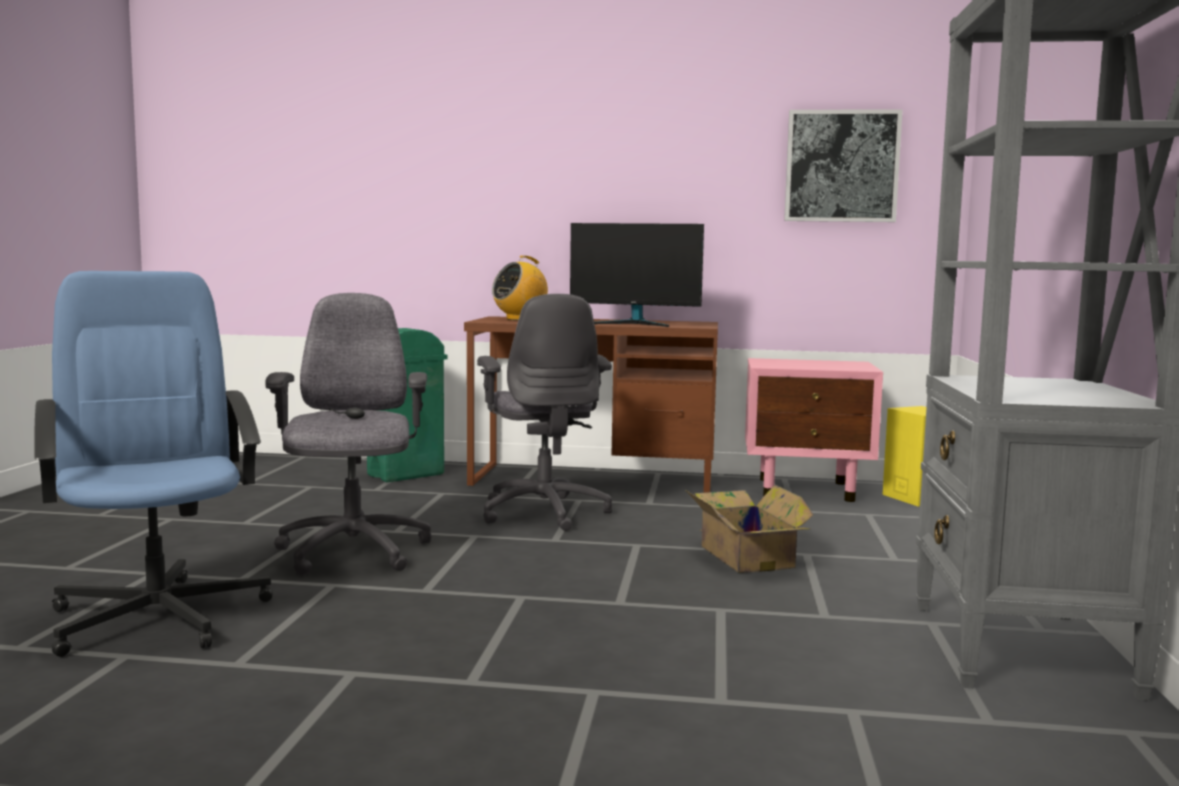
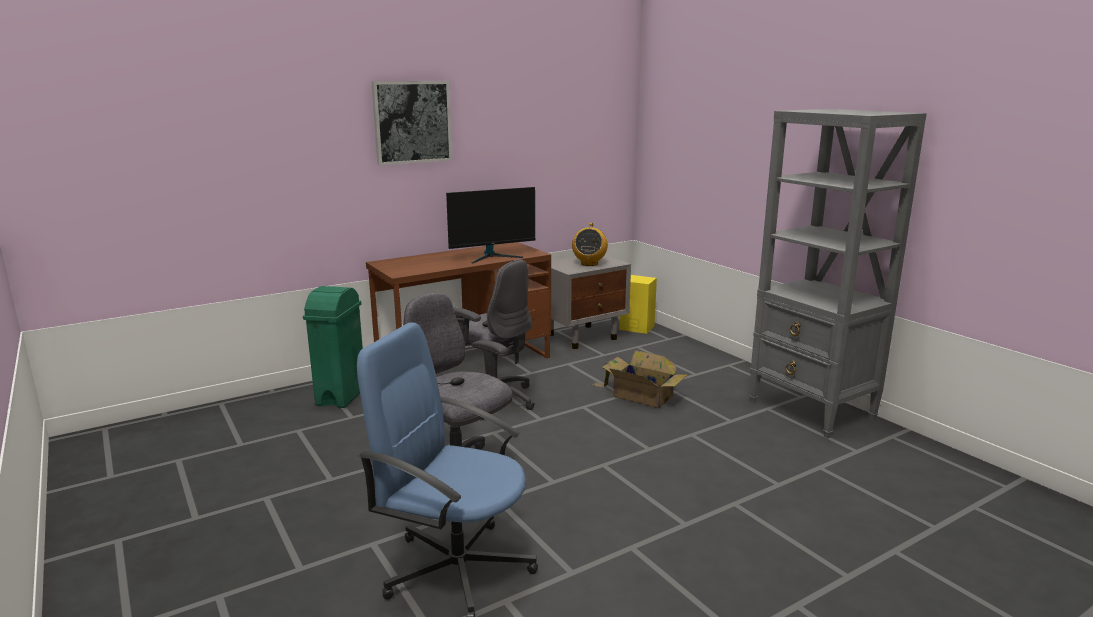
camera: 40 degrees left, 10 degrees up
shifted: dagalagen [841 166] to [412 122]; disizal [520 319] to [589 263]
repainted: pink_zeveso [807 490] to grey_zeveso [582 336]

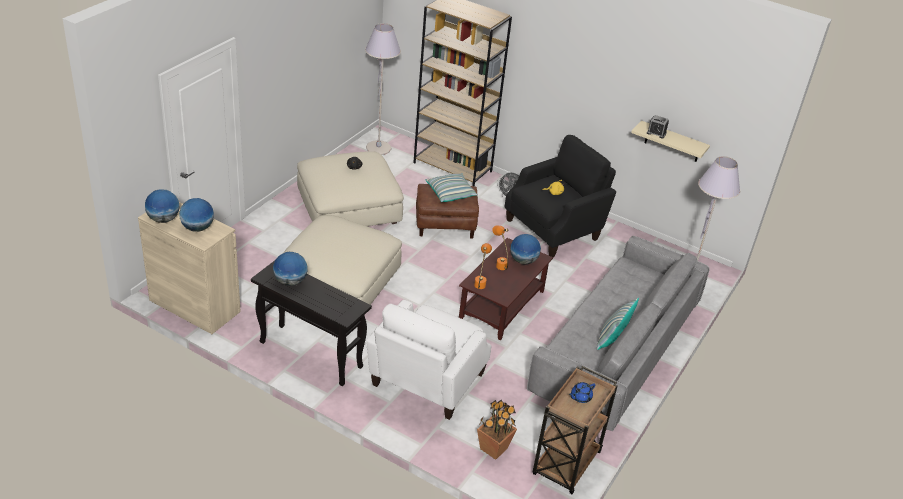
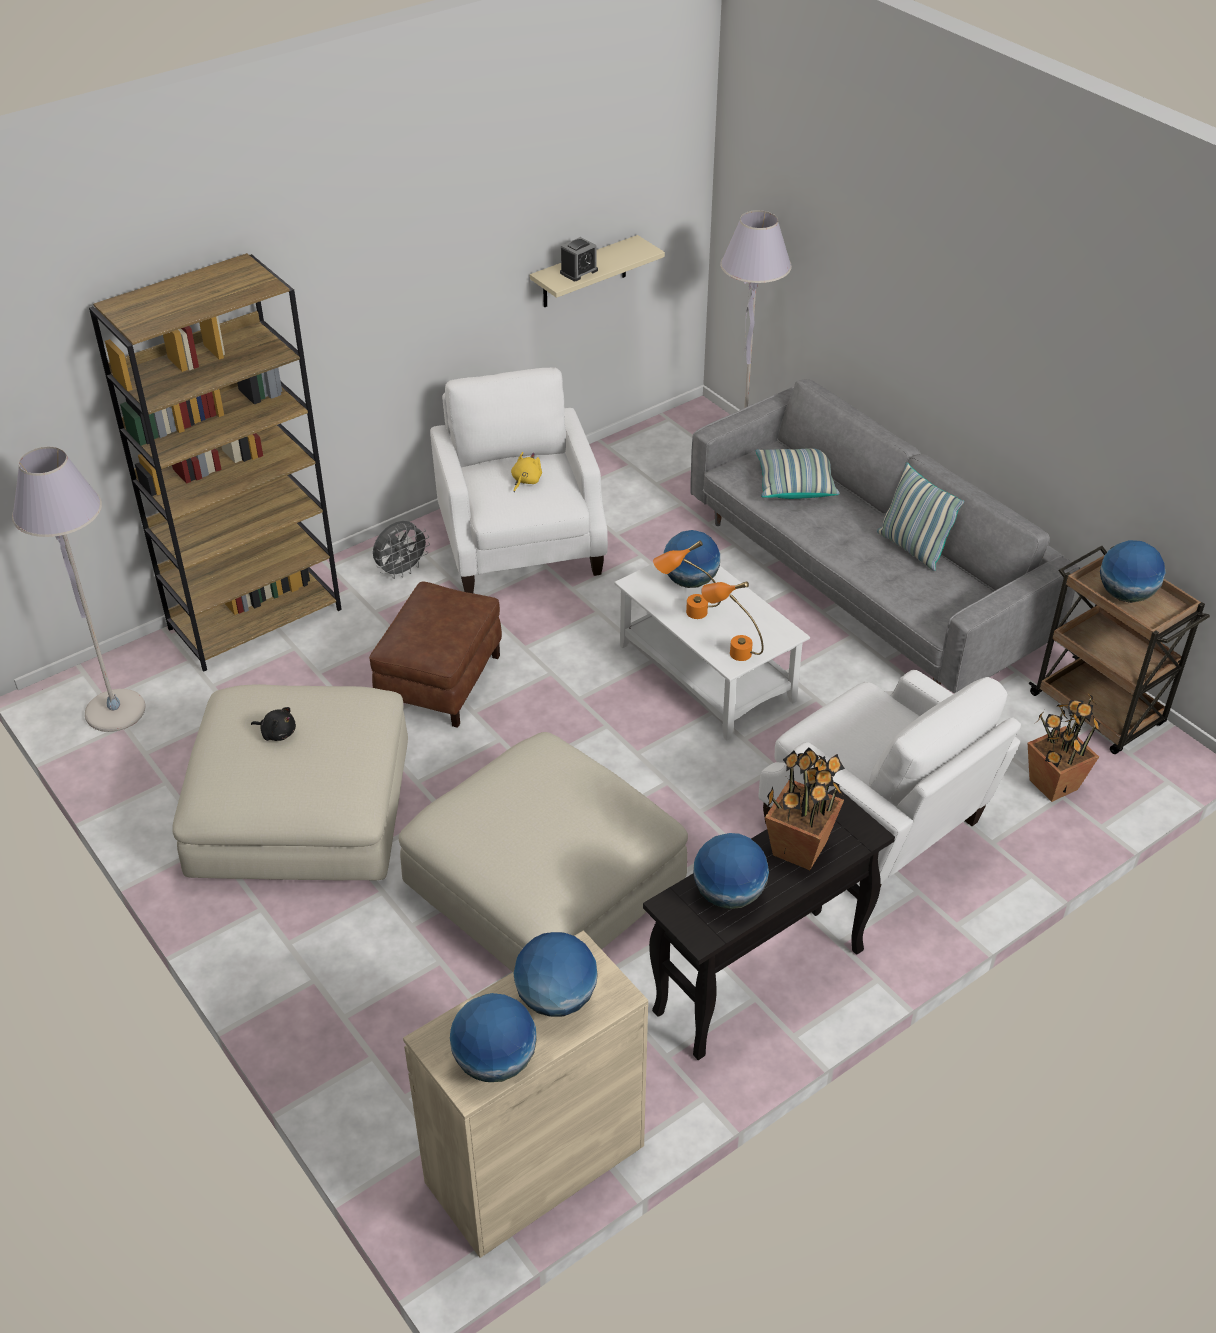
camera: 65 degrees left, 5 degrees up
new: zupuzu [799 848]
shifted: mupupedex [451 193] to [794 484]
swapped: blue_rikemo [580 397] to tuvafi [1125 595]
repainted: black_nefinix [554 229] to white_nefinix [521 545]; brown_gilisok [501 306] to white_gilisok [708 673]

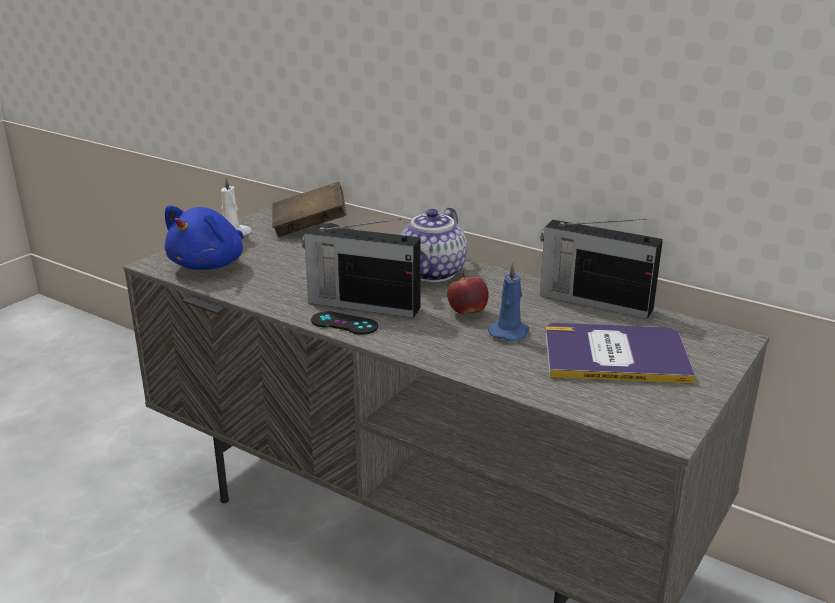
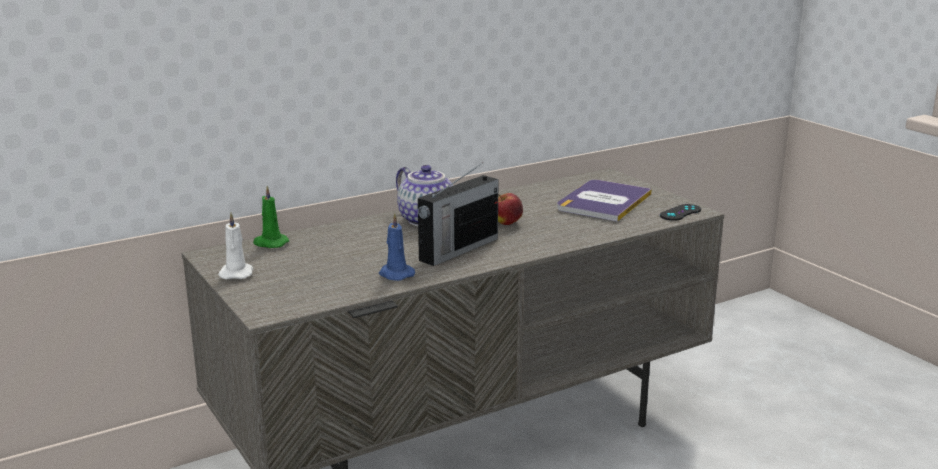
camera: 65 degrees left, 5 degrees down
gone: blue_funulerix [209 264]; disizal [593 301]
shifted: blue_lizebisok [509 332] to [395 274]; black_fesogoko [344 323] to [680 213]
swapped: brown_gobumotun [309 227] to green_lizebisok [270 243]

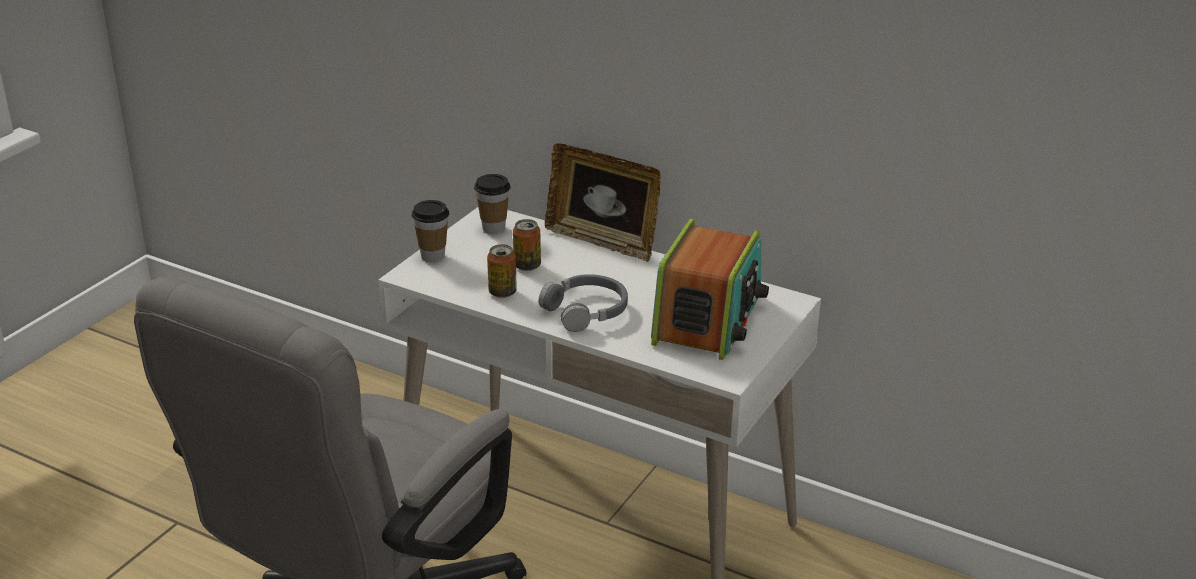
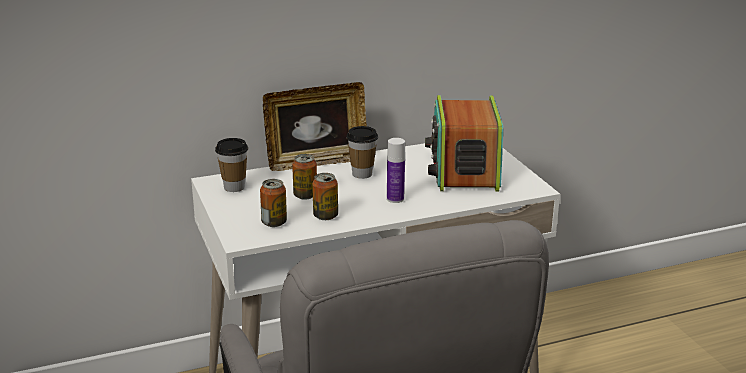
camera: 50 degrees left, 5 degrees down
new: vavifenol [274 222]
shifted: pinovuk [432 256] to [362 174]
swapped: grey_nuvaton [586 311] to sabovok [395 199]
rotated: disizal [708 319] = [463 169] 150 degrees counterclockwise

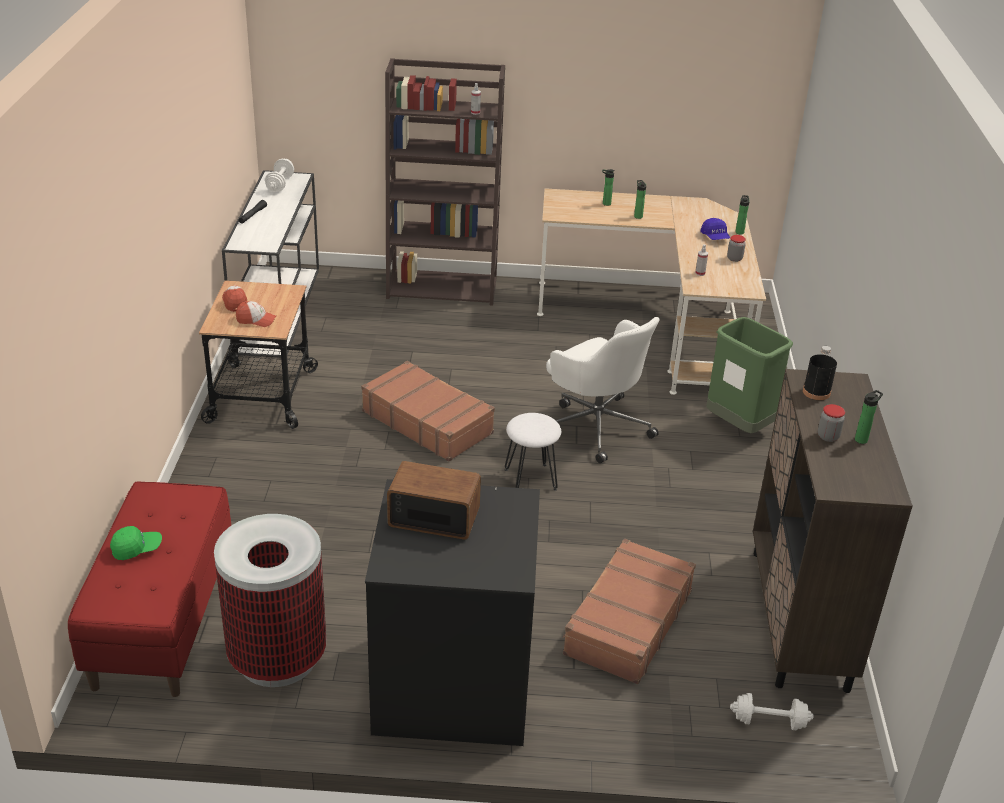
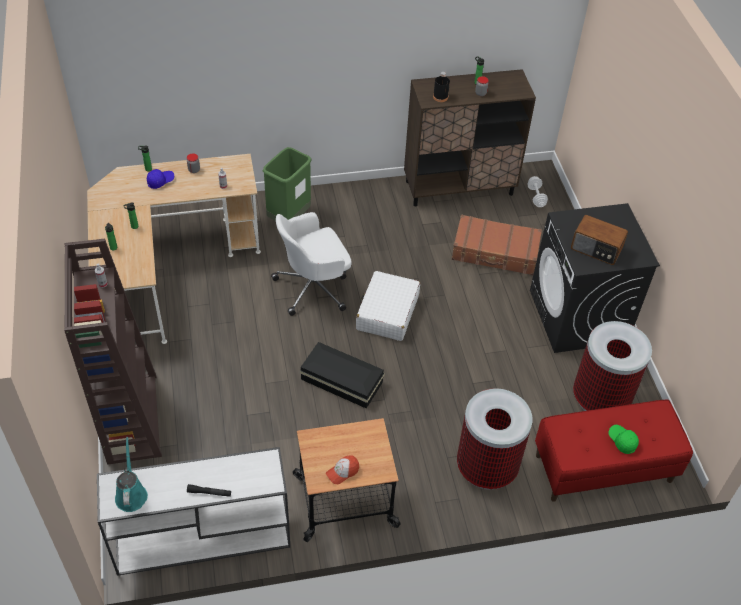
camera: 105 degrees left, 15 degrees up
gone: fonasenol [256 320]
new: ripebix [487 467]
swapped: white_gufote [280 184] to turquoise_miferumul [131 494]; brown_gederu [427 422] to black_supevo [342 382]; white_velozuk [530 479] to white_gederu [387 313]
rotated: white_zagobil [596 426] = [314 287] 150 degrees counterclockwise; disizal [433 516] = [596 249] 60 degrees counterclockwise

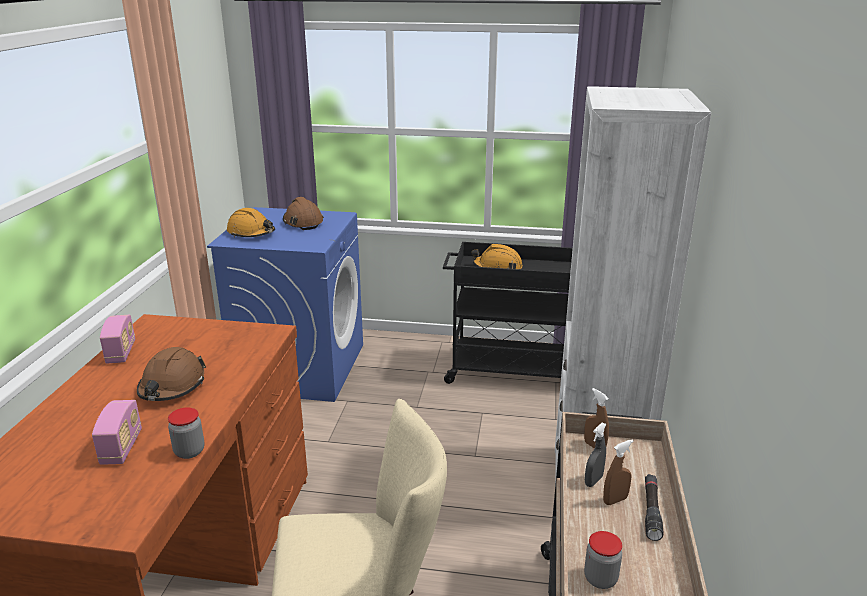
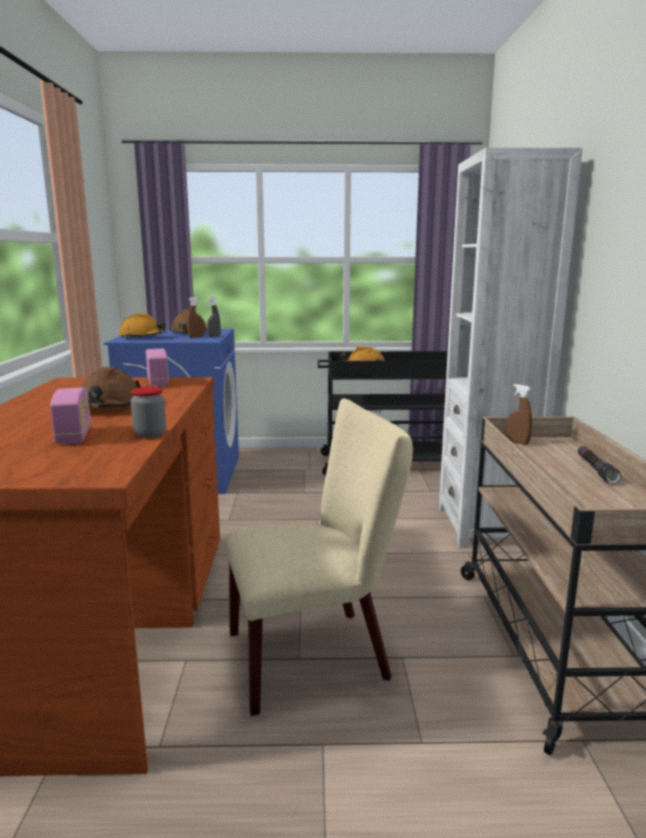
camera: 10 degrees left, 10 degrees down
gone: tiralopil [600 579]
shifted: disizal [121 352] to [158 382]; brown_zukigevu [615 500] to [196 337]; grey_zukigevu [593 481] to [214 336]

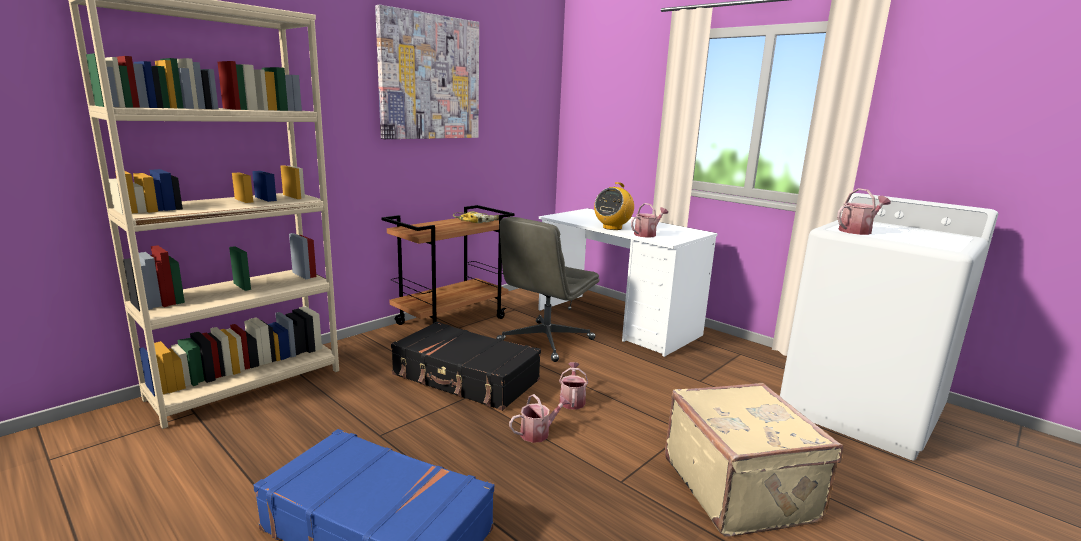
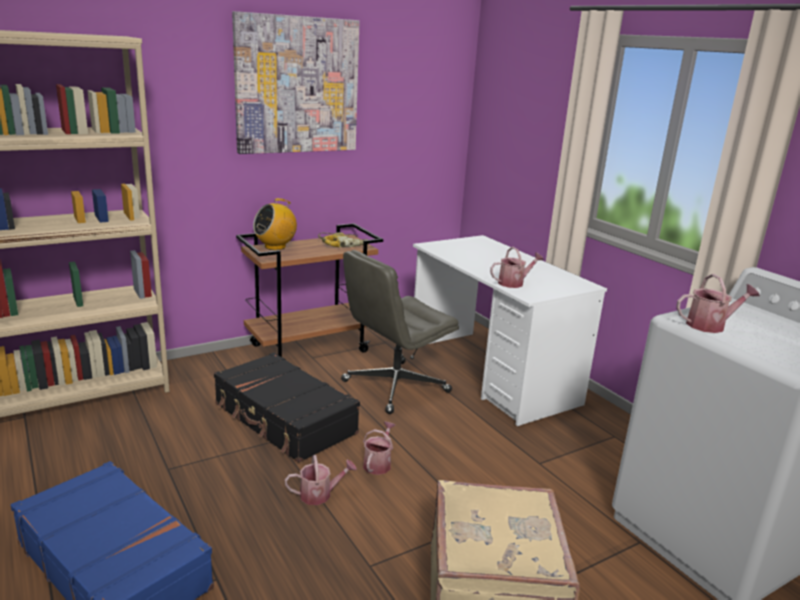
camera: 15 degrees right, 5 degrees up
shifted: disizal [612 228] to [275 247]

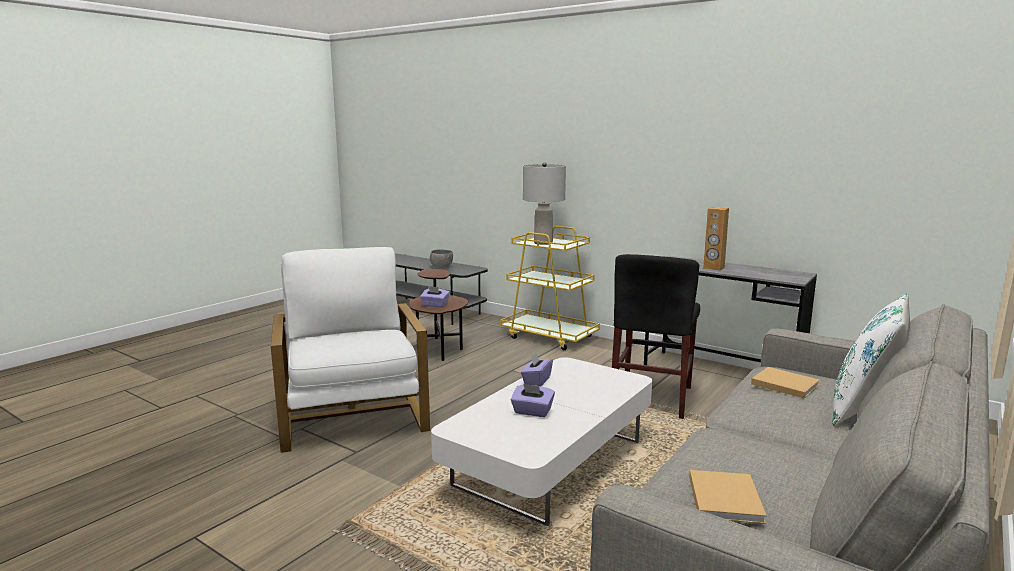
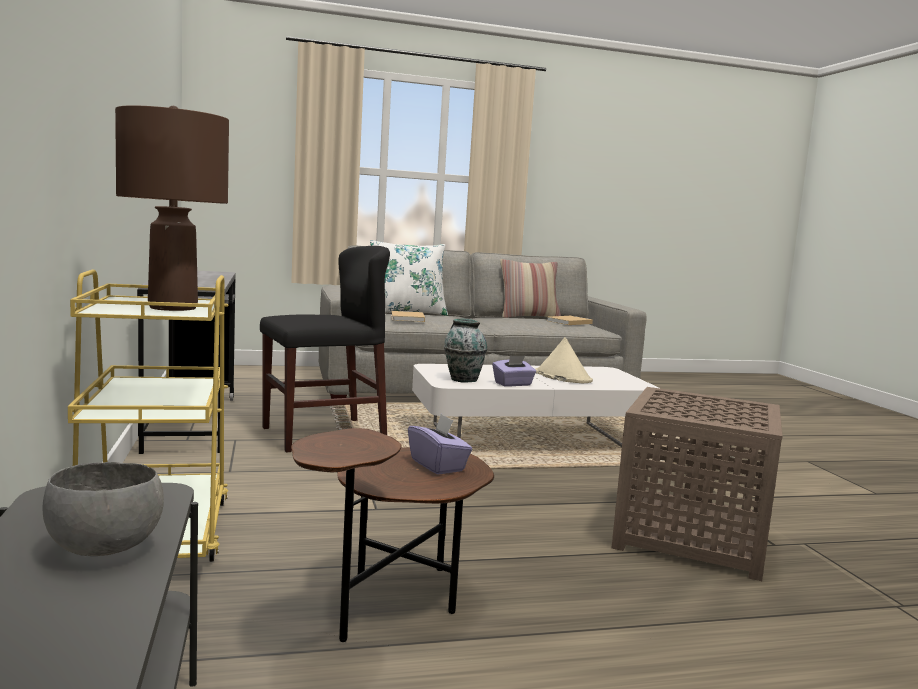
camera: 140 degrees left, 5 degrees down
gone: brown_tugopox [713 268]
new: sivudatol [463 379]; mupupedex [528 317]
swapped: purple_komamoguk [532 412] to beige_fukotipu [562 377]; white_nefinix [353 413] to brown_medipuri [688 538]
repainted: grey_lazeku [542 243] to brown_lazeku [173 308]

